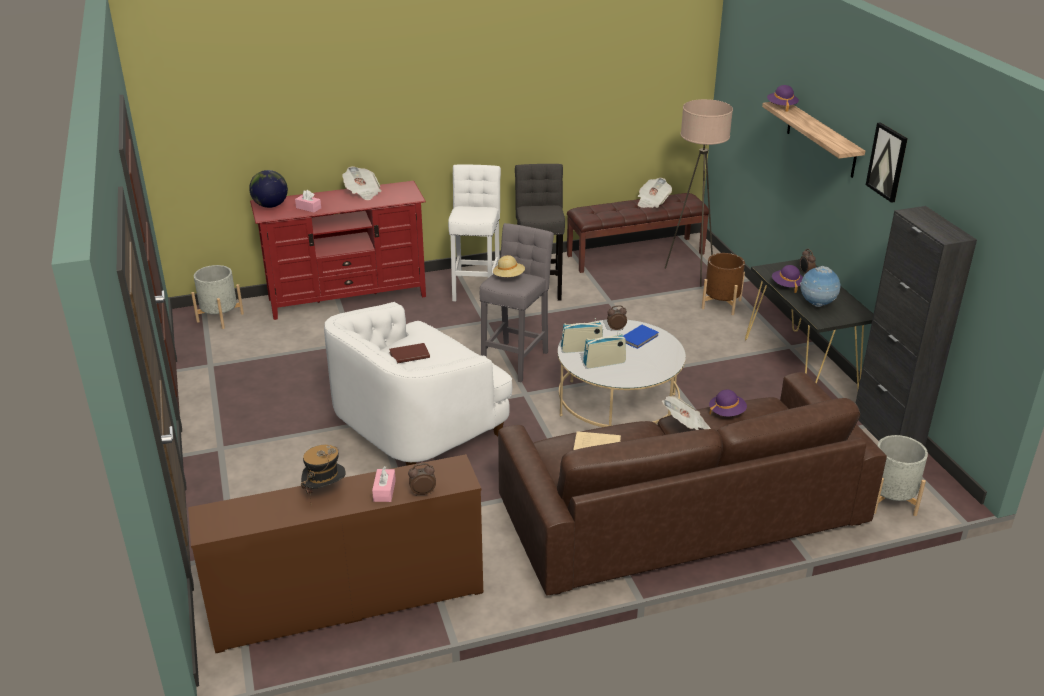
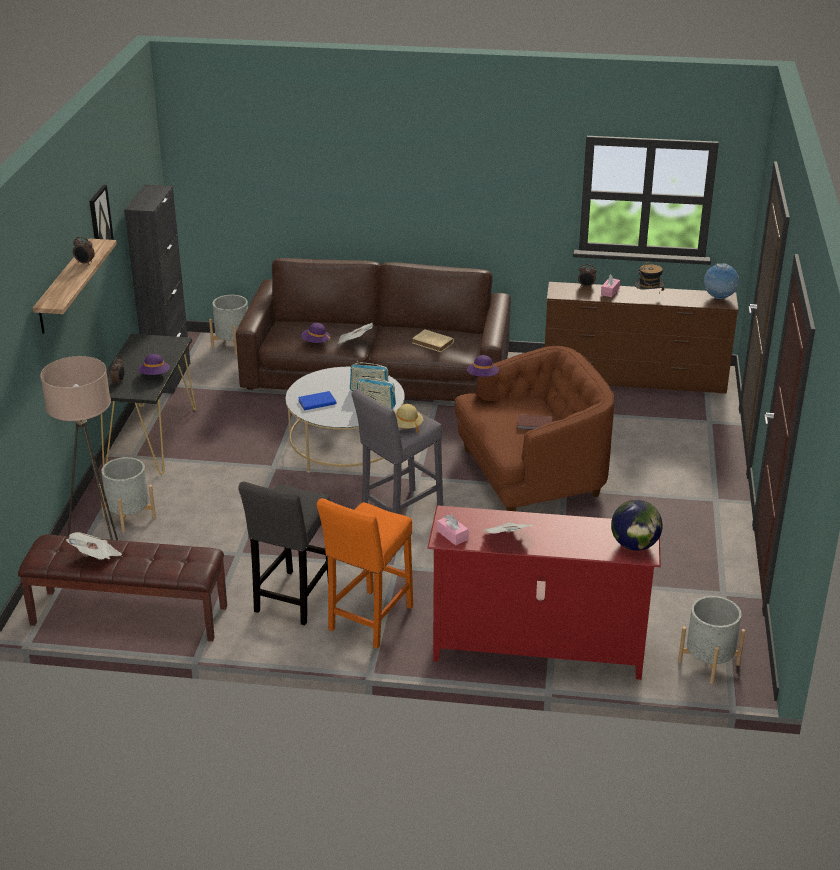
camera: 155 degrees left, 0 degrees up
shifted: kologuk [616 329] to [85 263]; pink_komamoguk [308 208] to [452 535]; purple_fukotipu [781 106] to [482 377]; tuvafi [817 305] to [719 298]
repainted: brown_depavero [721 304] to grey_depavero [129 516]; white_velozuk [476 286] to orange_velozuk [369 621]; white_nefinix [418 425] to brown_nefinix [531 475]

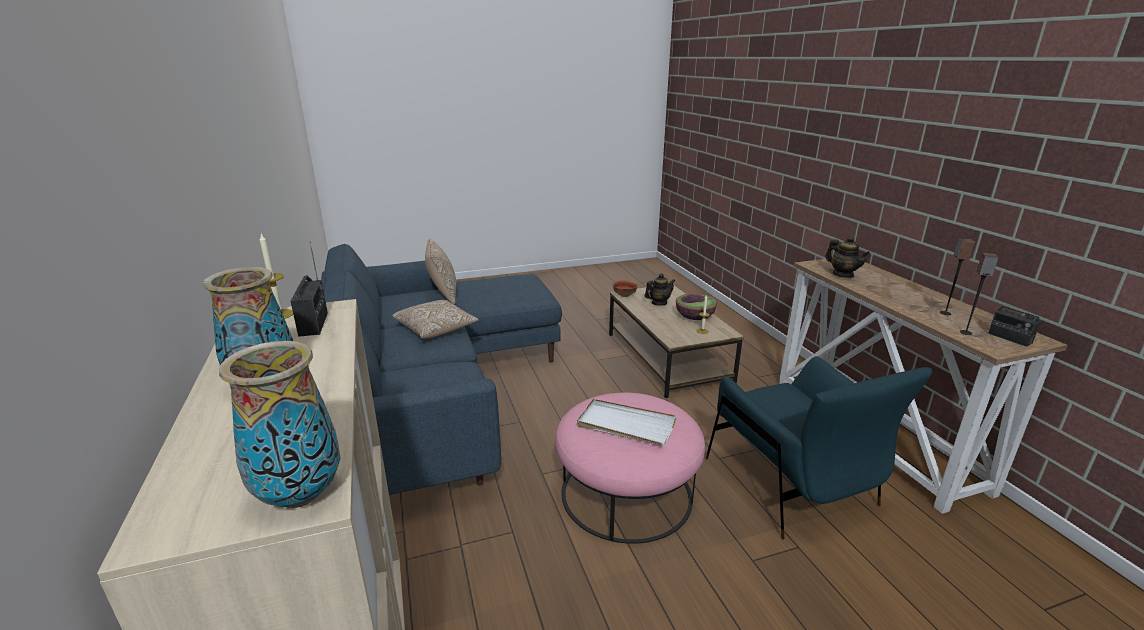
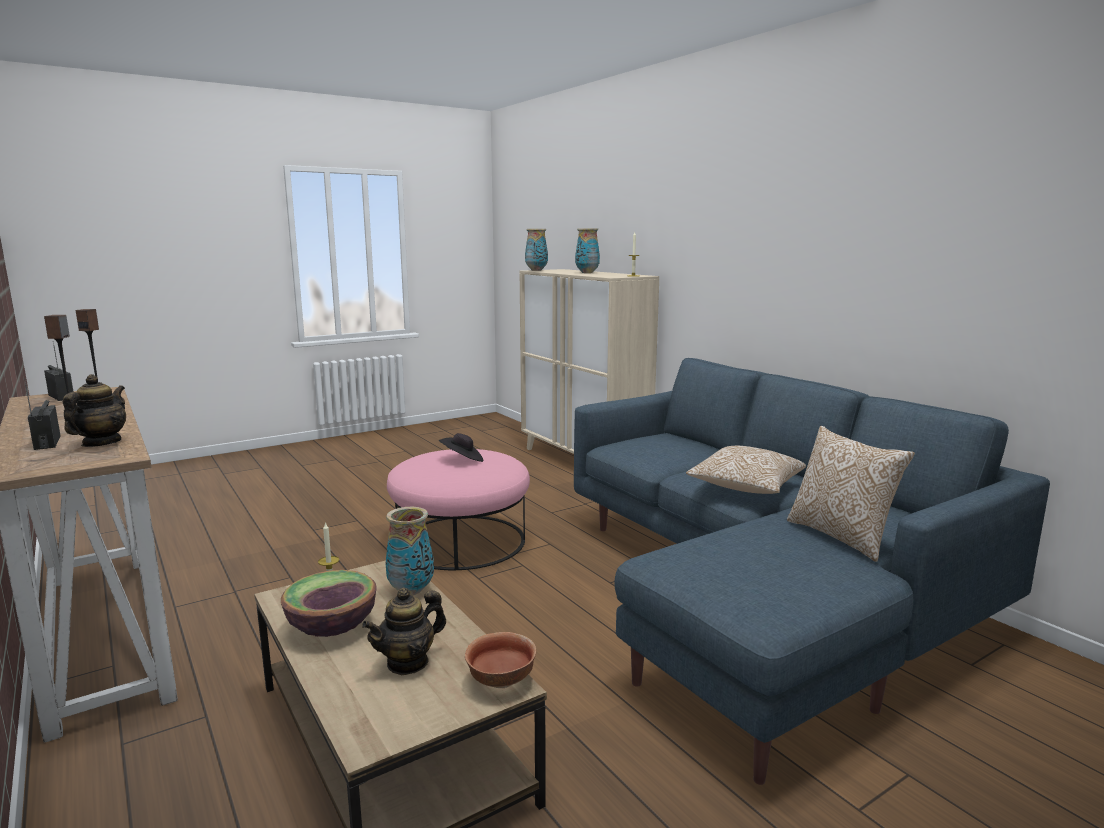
camera: 165 degrees right, 10 degrees down
gone: blue_nefinix [792 485]
new: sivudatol [411 590]
shifted: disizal [314 324] to [47 442]
swapped: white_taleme [625 425] to black_fukotipu [462 460]
rotated: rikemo [843 274] = [101 443] 60 degrees clockwise

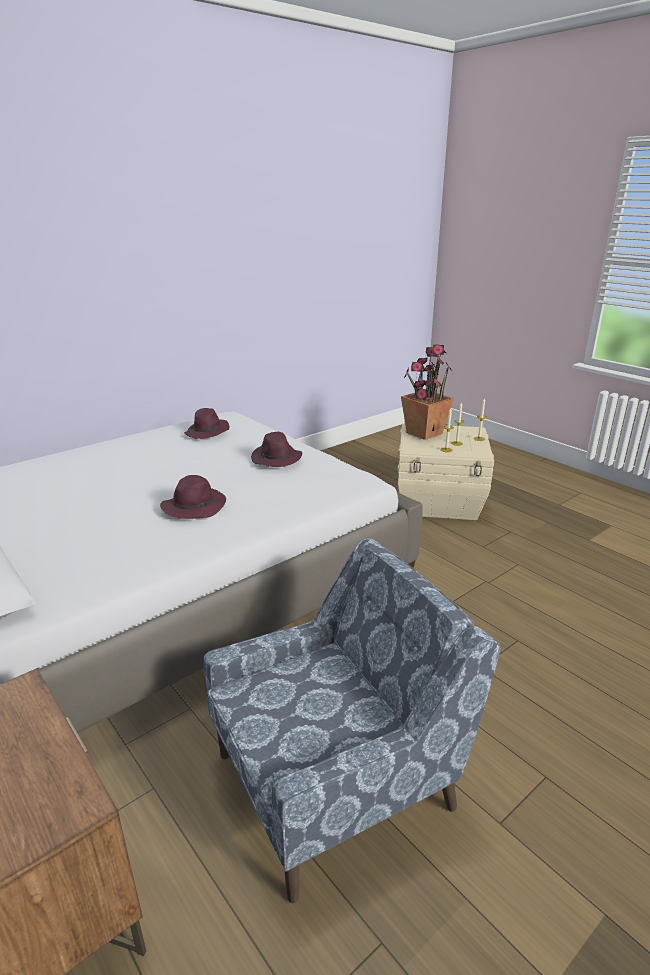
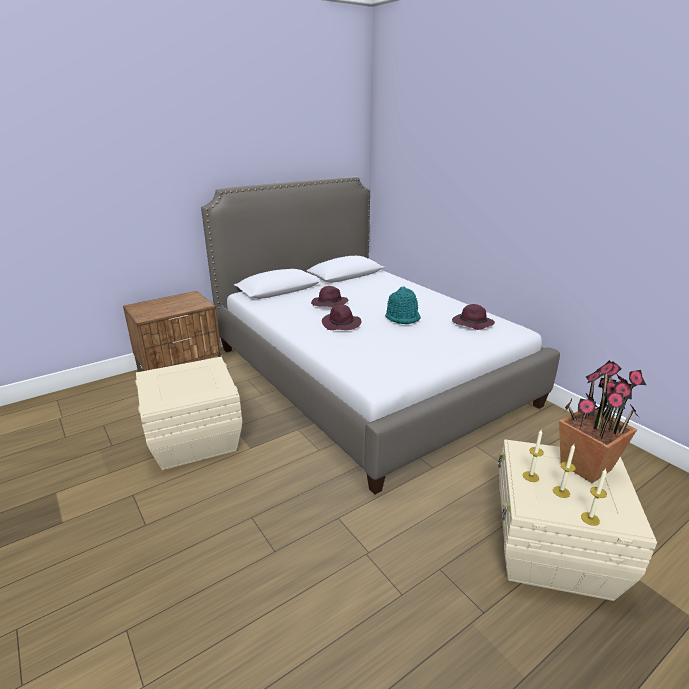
camera: 95 degrees right, 0 degrees up
new: turquoise_fukotipu [402 317]
shifted: purple_fukotipu [277 459] to [329 304]
swapped: blue_nefinix [338 779] to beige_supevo [193 439]

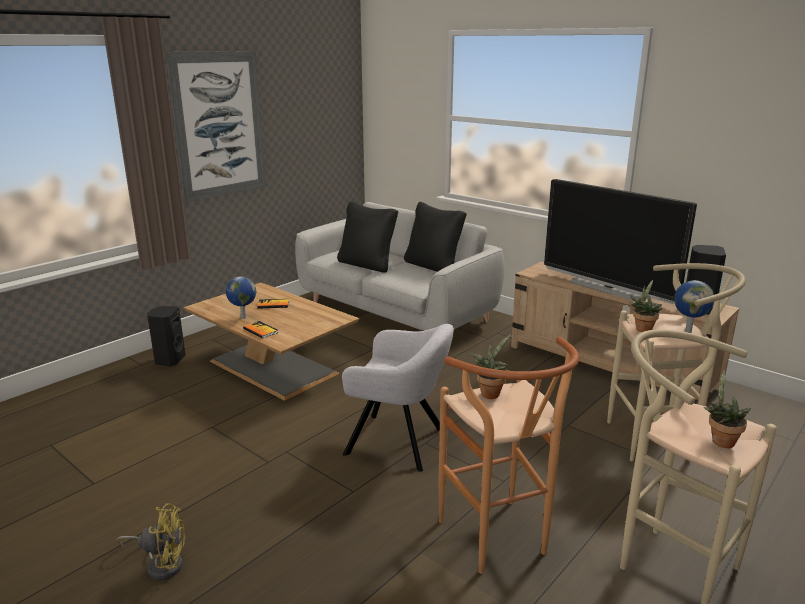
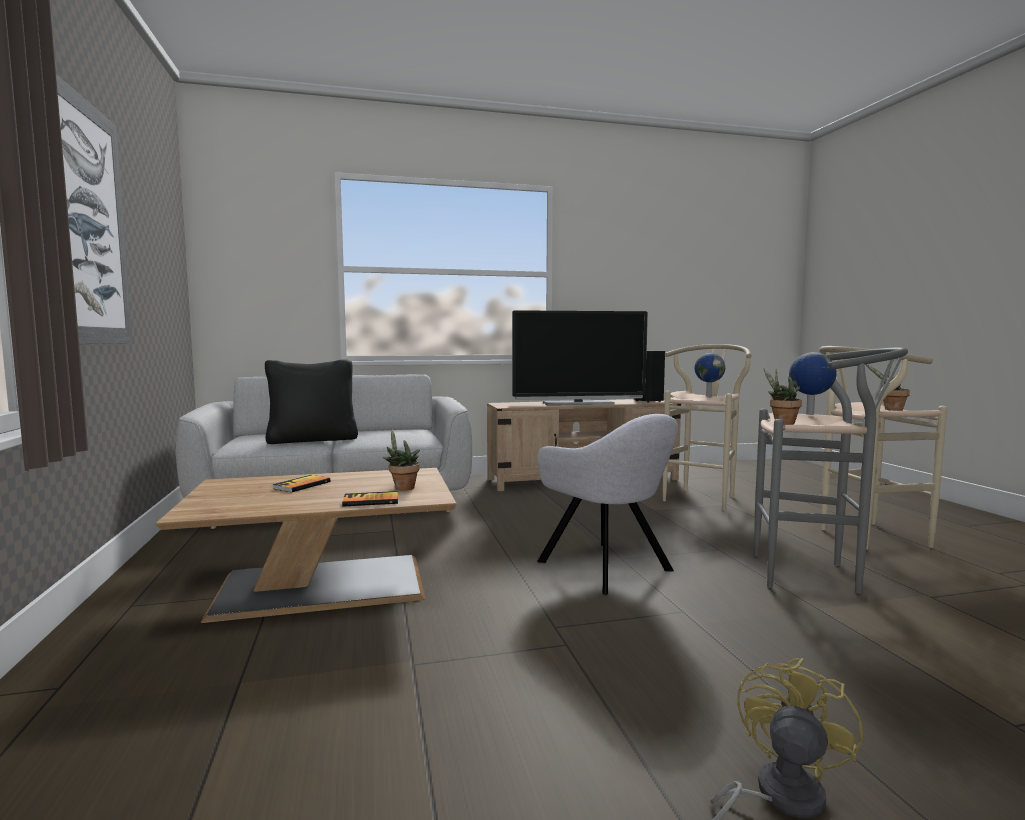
camera: 55 degrees left, 15 degrees down
gone: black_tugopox [169 360]; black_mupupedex [433 266]
shifted: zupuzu [642 329] to [402 487]; tuvafi [243 318] to [809 414]
repainted: brown_velozuk [499 543] to grey_velozuk [816 575]
rotated: grey_nefinix [399 442] = [608 567] 90 degrees clockwise

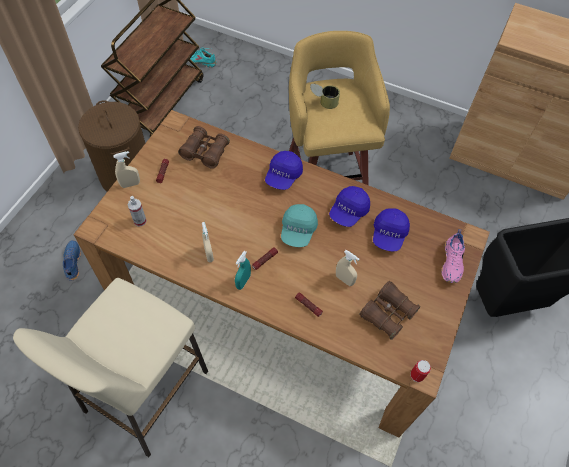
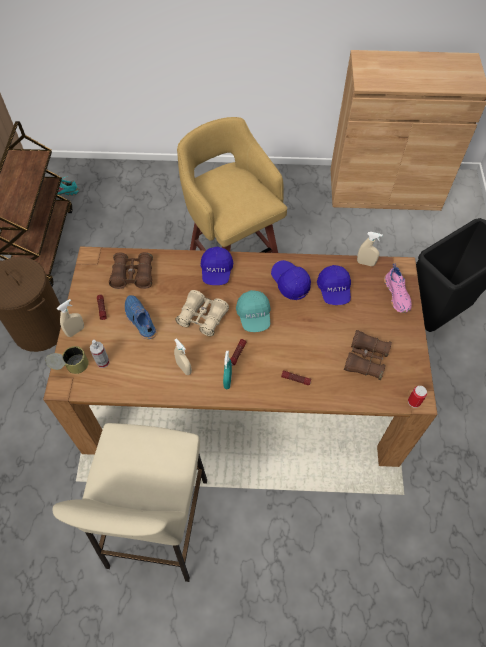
camera: 20 degrees left, 0 degrees up
new: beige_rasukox [202 317]
shifted: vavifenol [323 102] to [70 367]; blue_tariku [72 262] to [140 320]; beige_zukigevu [344 279] to [365 263]
rotated: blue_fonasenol [348 211] = [290 283] 135 degrees clockwise

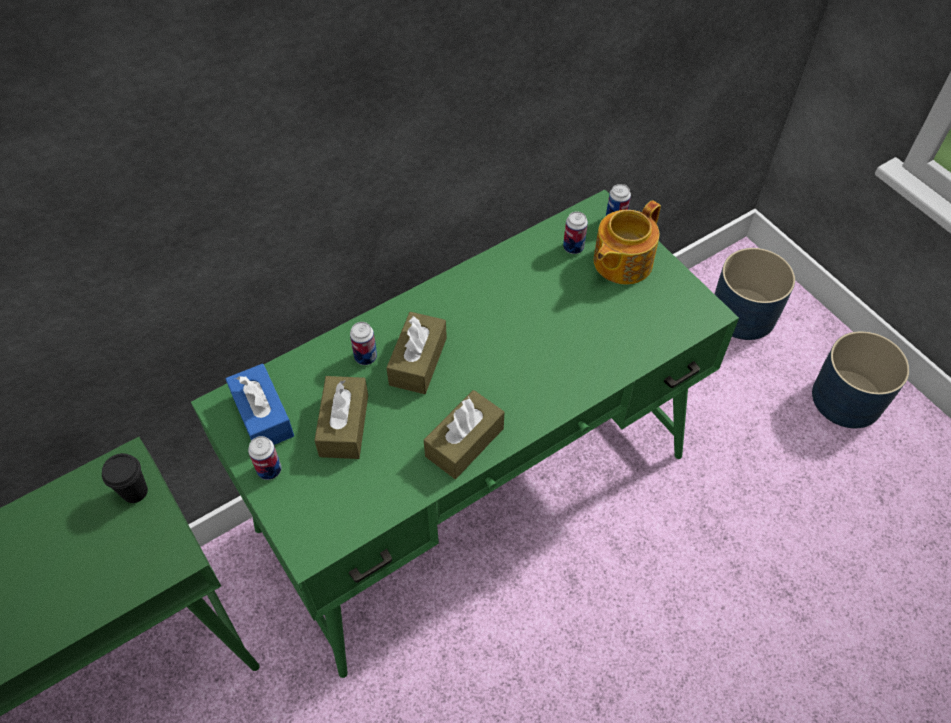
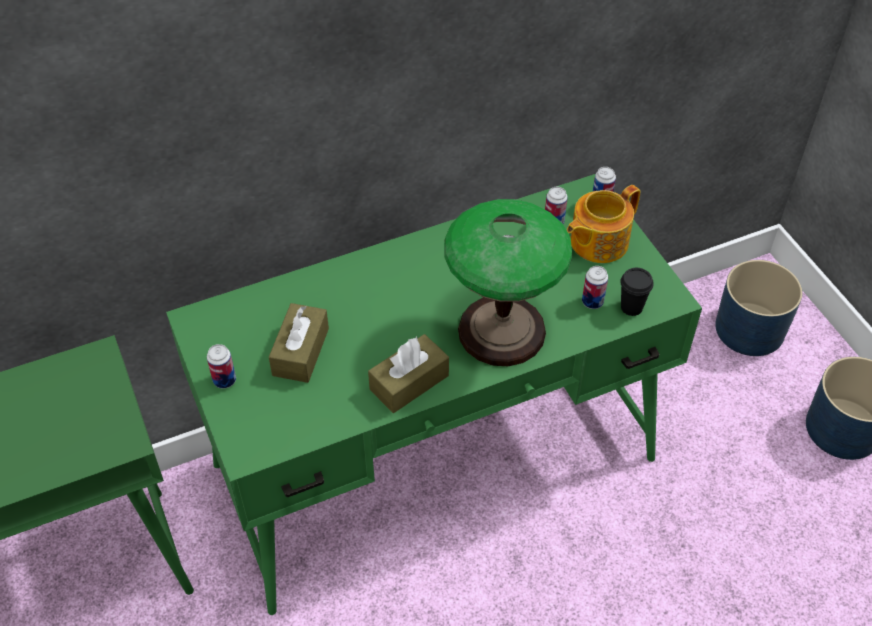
camera: 10 degrees right, 5 degrees down
gone: blue_komamoguk [263 415]; brown_komamoguk [418 361]
new: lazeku [502 330]
shifted: vavifenol [365 357] to [592 302]; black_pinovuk [135 491] to [631 307]

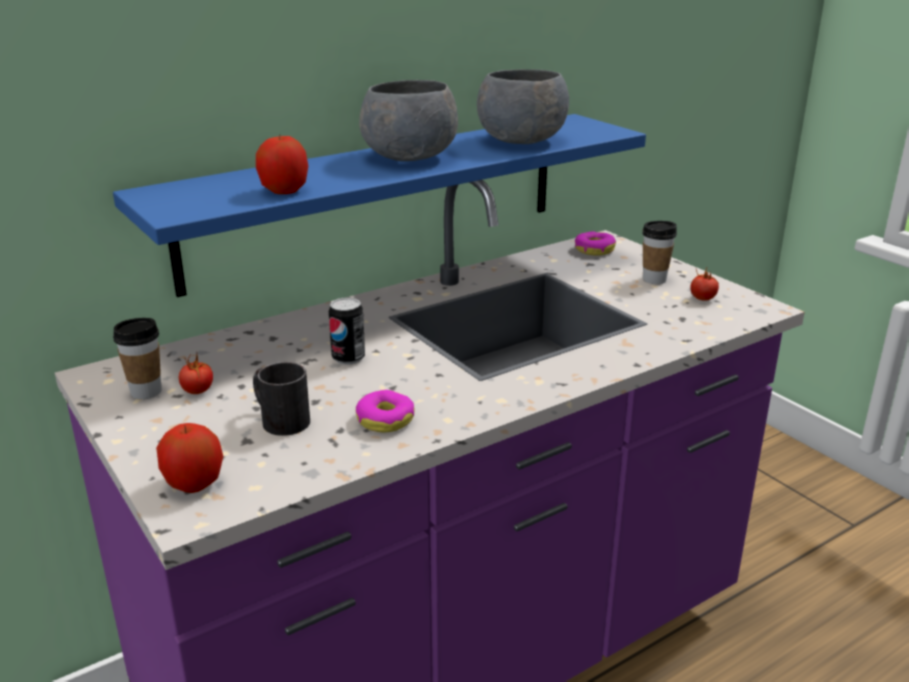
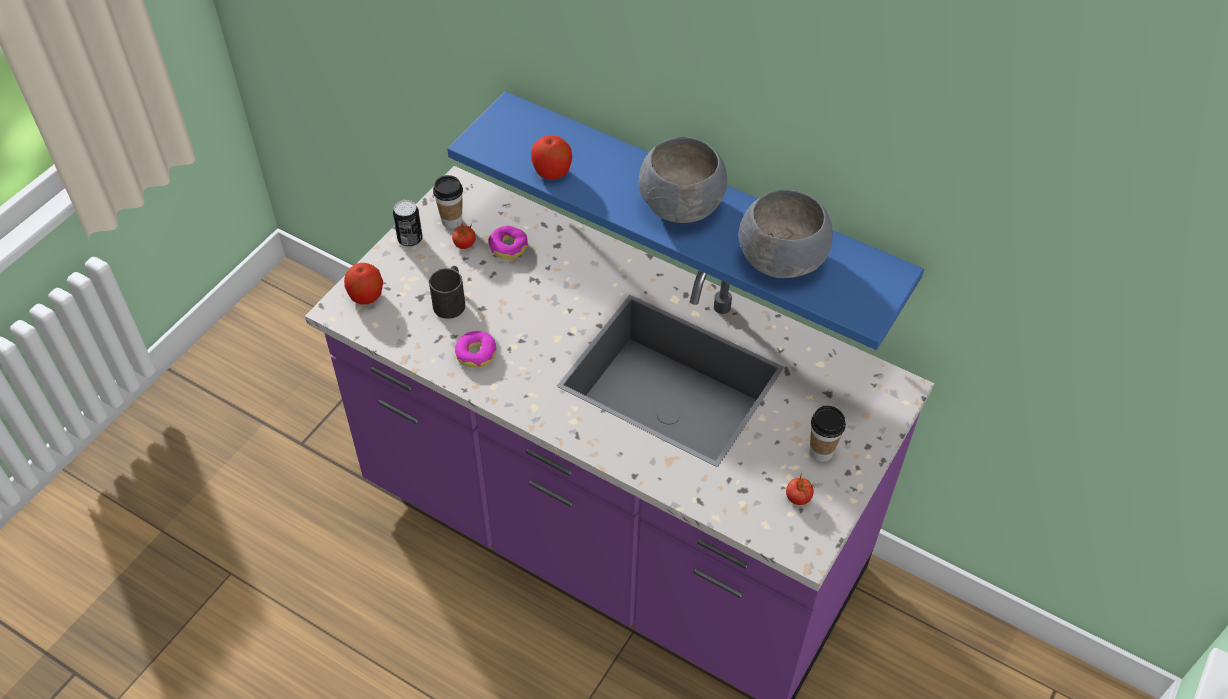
camera: 65 degrees right, 25 degrees up
shifted: vavifenol [348 358] to [410 239]; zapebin [594 250] to [508 247]

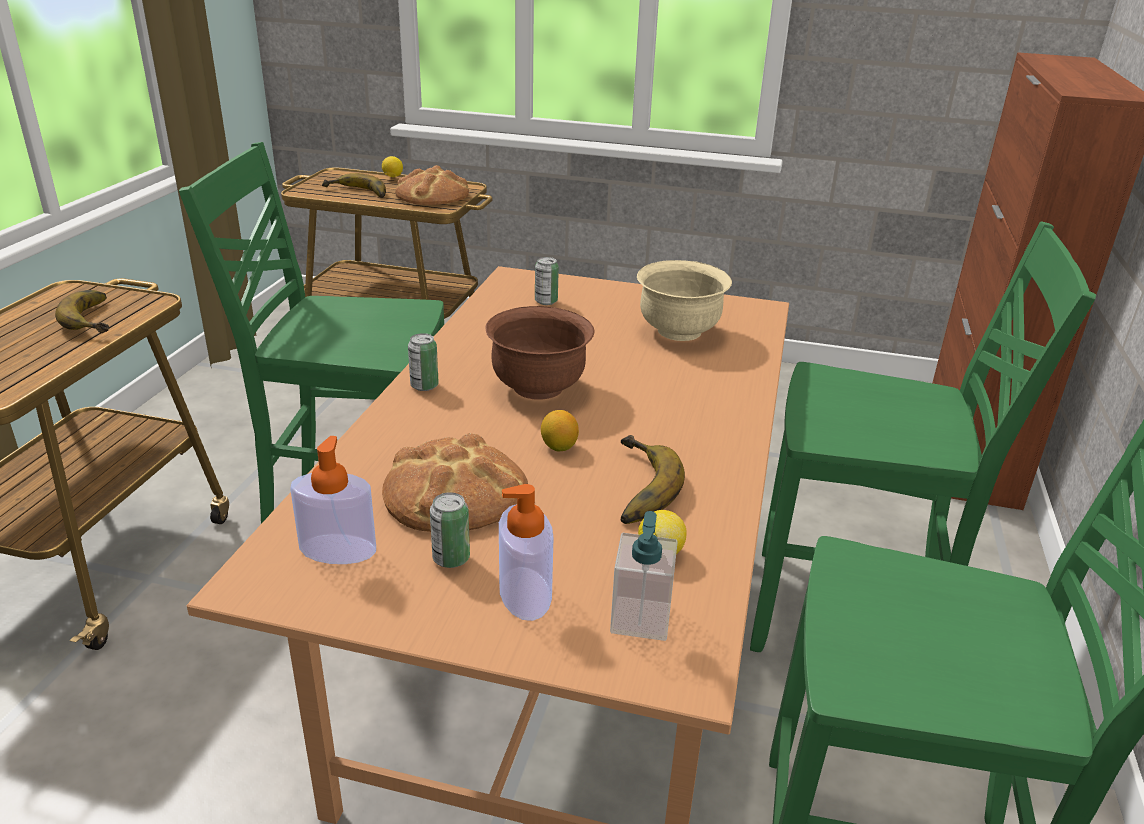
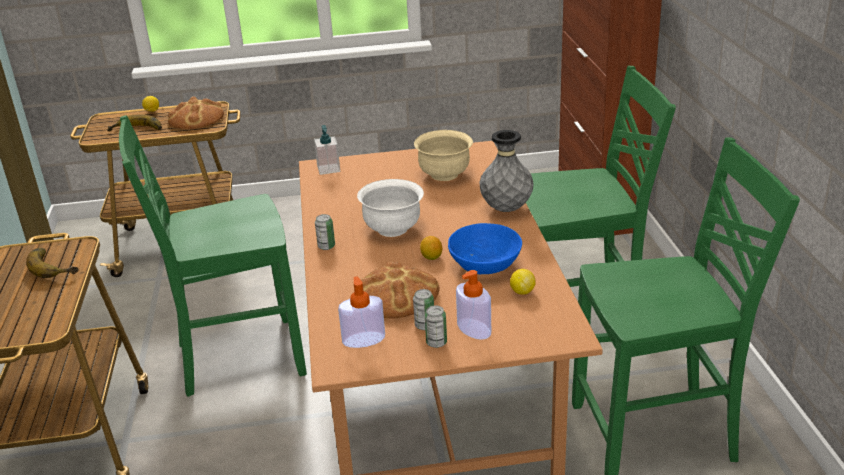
camera: 20 degrees left, 0 degrees up
new: grey_sivudatol [506 209]
shifted: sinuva [640 618] to [328 169]; vavifenol [546 301] to [436 343]
swapped: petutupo [633 487] to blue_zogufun [485 266]
repainted: brown_zogufun [538 388] to white_zogufun [392 229]

